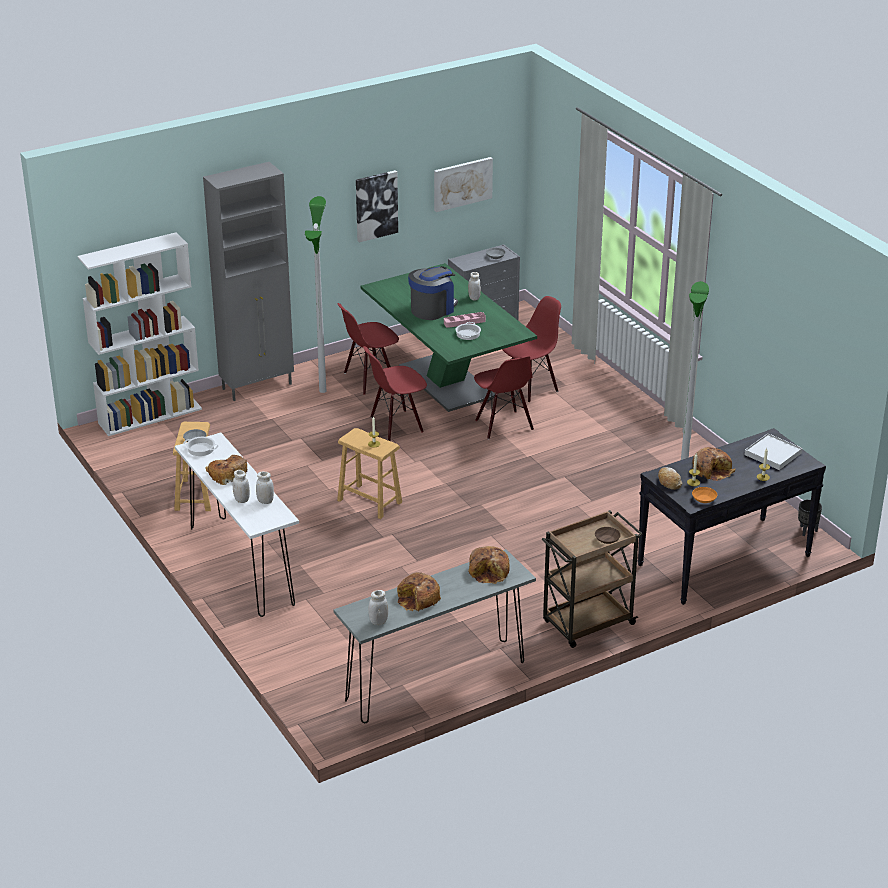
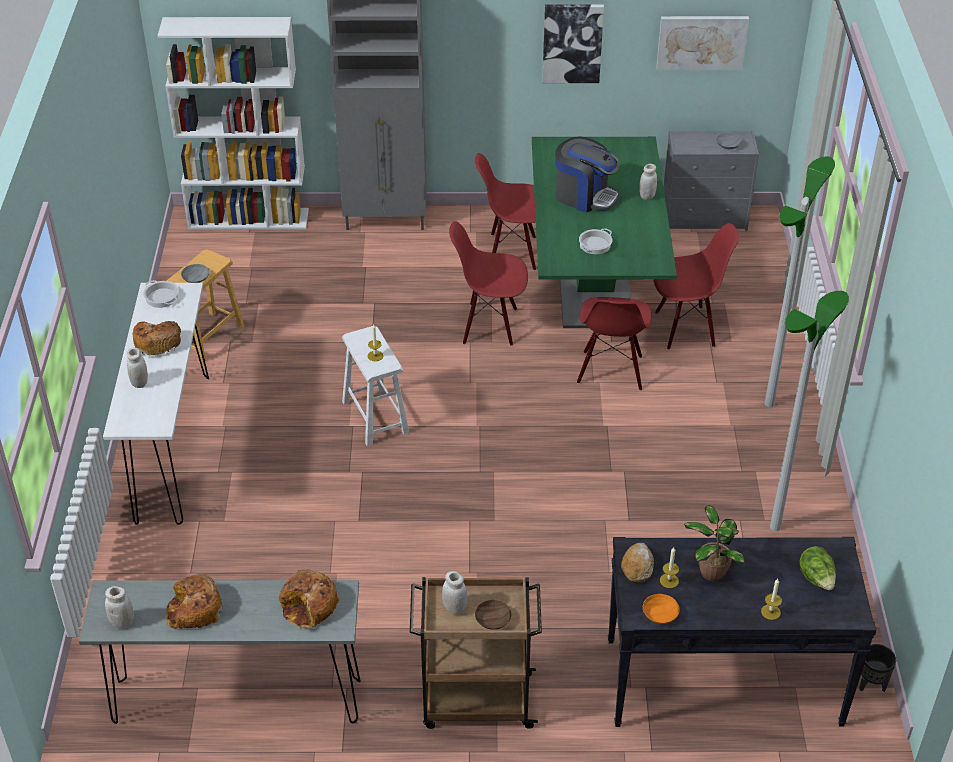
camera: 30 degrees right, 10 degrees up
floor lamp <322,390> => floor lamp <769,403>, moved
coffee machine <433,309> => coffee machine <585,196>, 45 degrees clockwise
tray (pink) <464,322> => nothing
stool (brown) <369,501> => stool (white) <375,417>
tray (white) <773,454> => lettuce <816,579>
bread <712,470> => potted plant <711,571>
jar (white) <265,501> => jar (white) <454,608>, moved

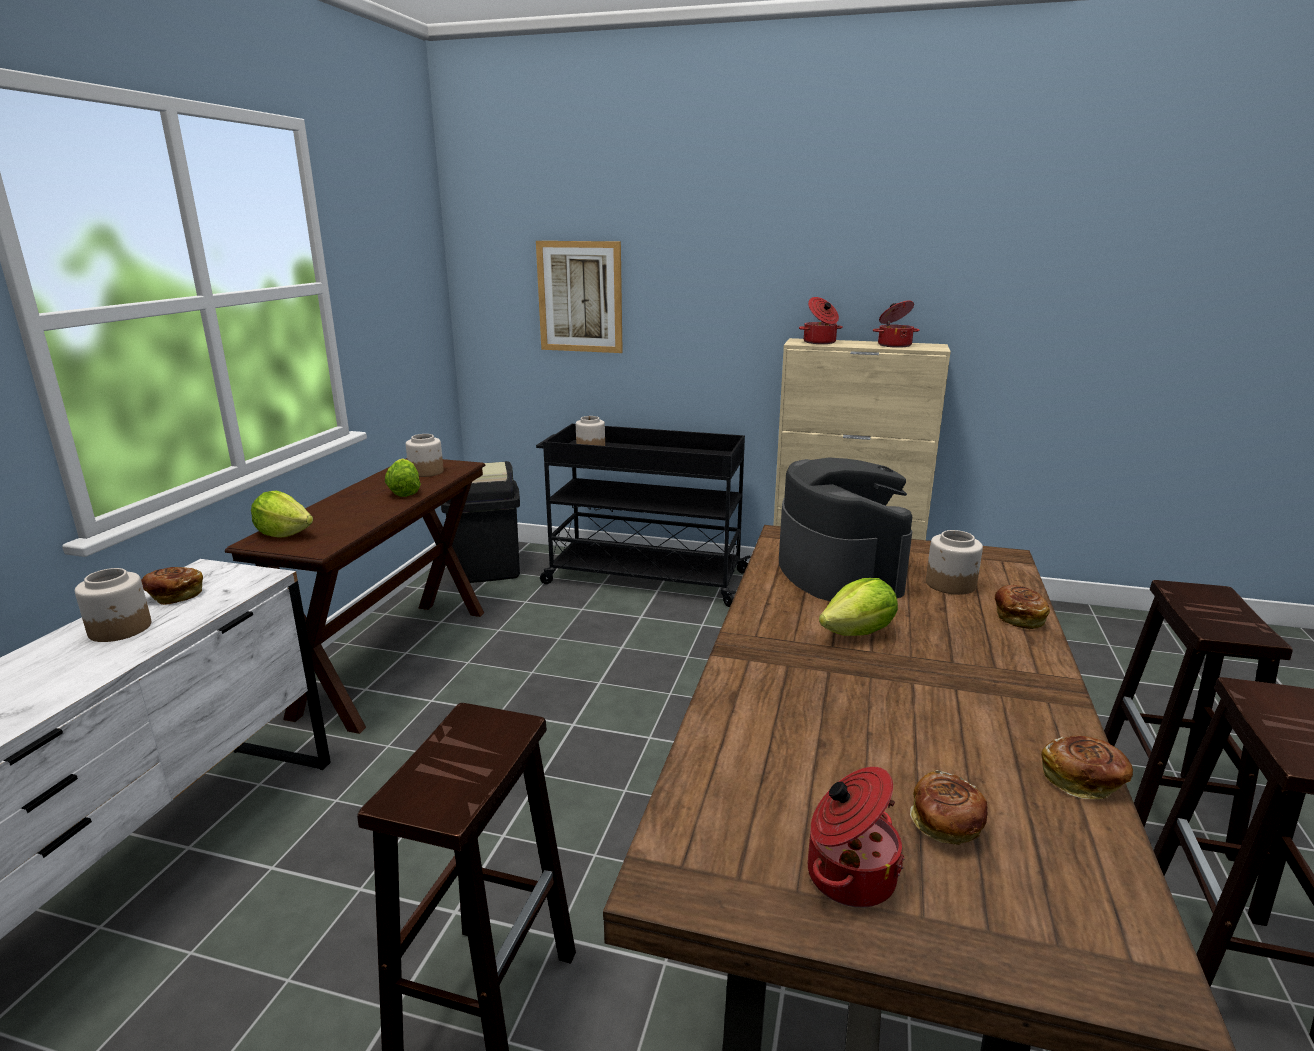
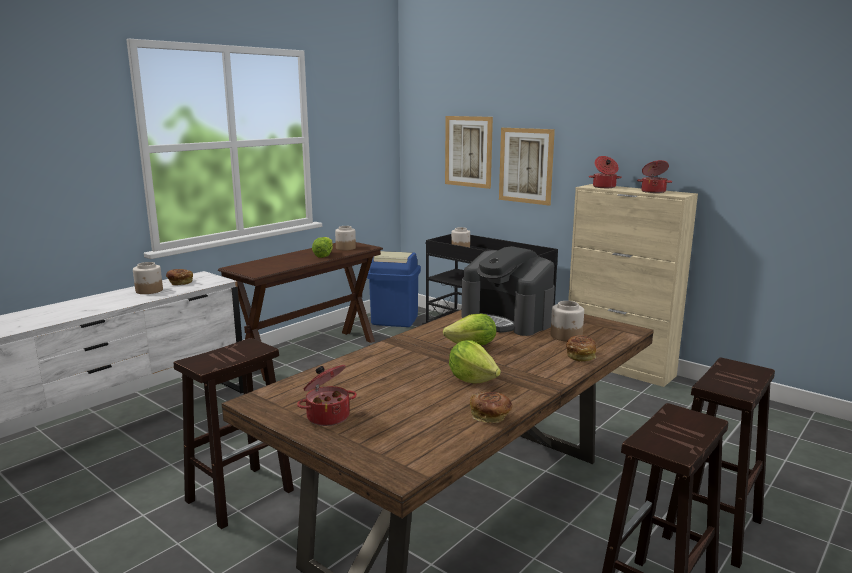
camera: 25 degrees right, 5 degrees down
coffee machine <838,570> => coffee machine <507,320>, 120 degrees clockwise
trash can (black) <486,570> => trash can (blue) <394,320>
lettuce <284,533> => lettuce <472,379>, moved
bread <945,825> => nothing
nothing => picture <526,165>

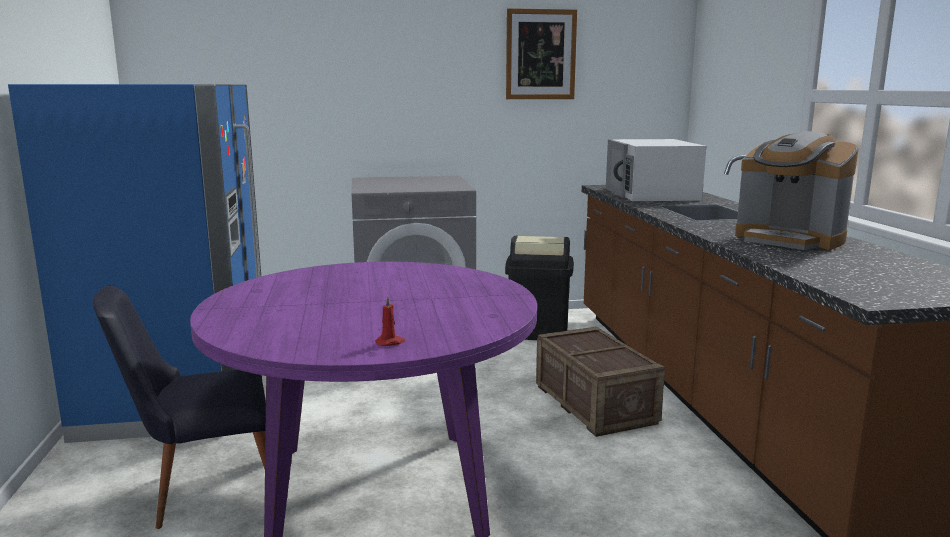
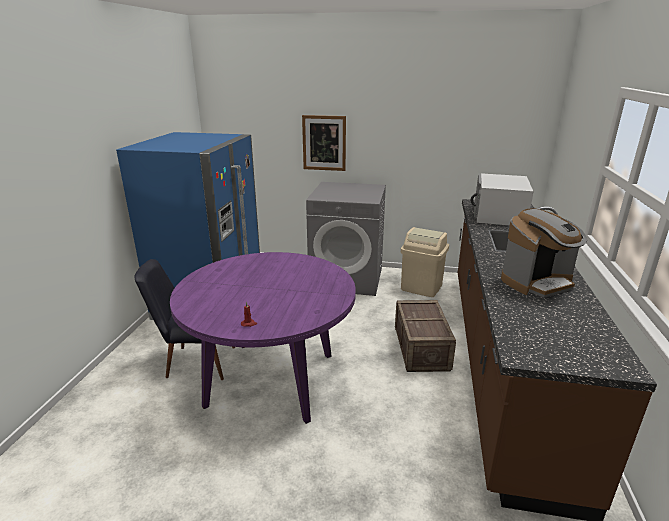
camera: 20 degrees right, 10 degrees up
picture <540,54> => picture <324,143>, moved
coffee machine <789,240> => coffee machine <537,282>, 90 degrees counterclockwise
trash can (black) <538,331> => trash can (beige) <421,287>

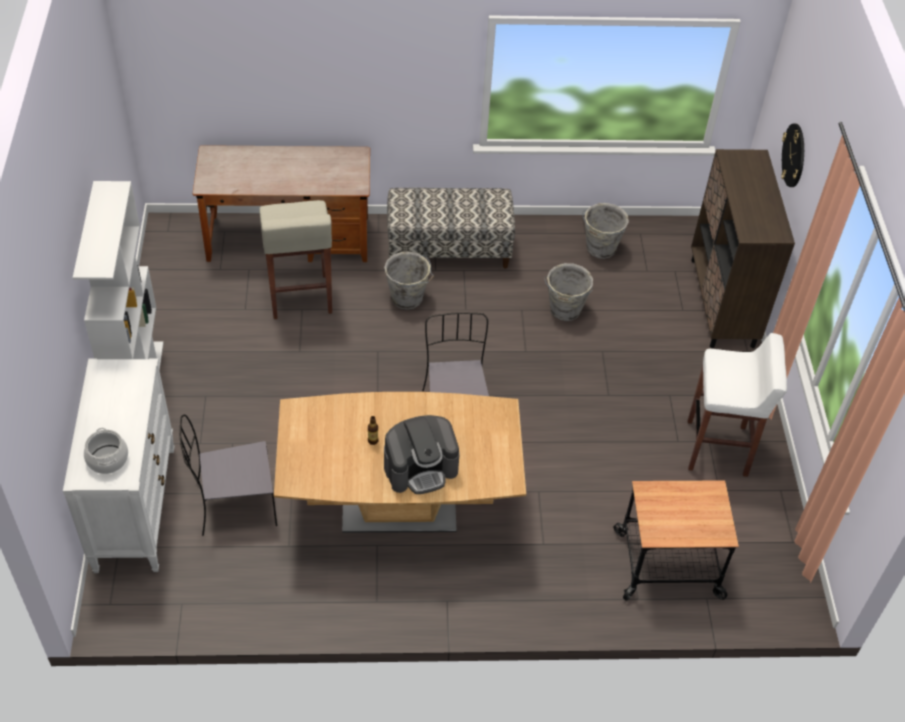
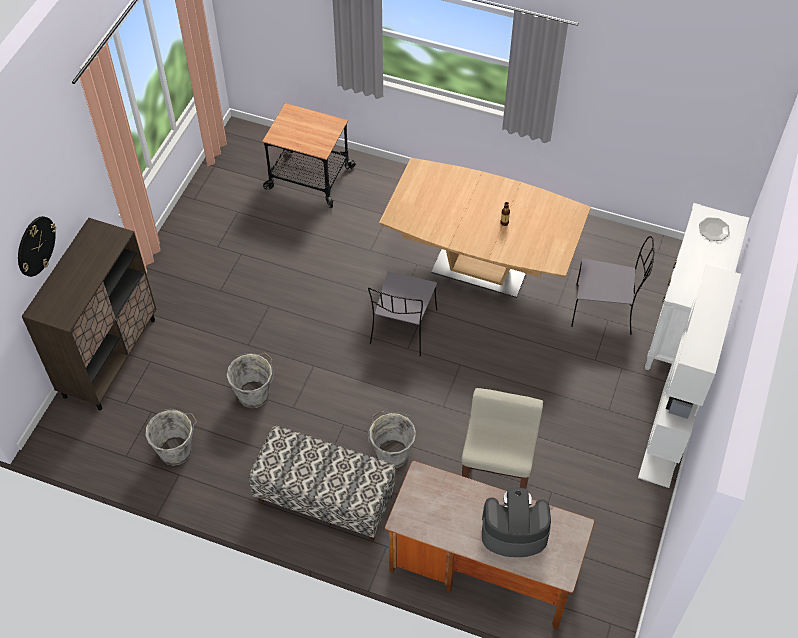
camera: 155 degrees left, 5 degrees up
stool (white) <718,448> => nothing
coffee machine <421,468> => coffee machine <513,532>, moved
cooking pot <108,459> => plate <713,230>

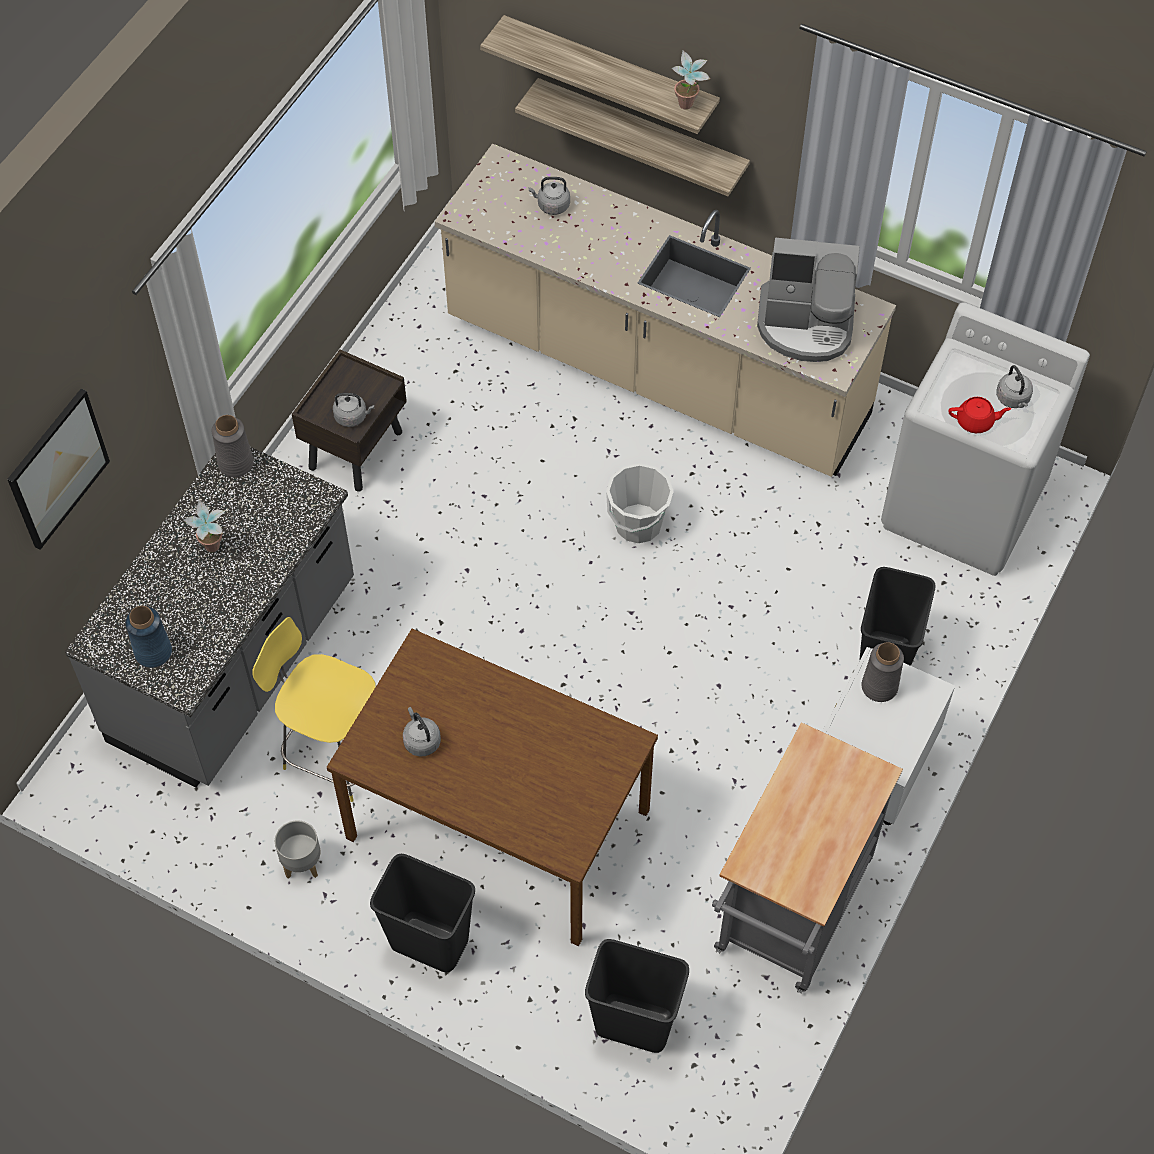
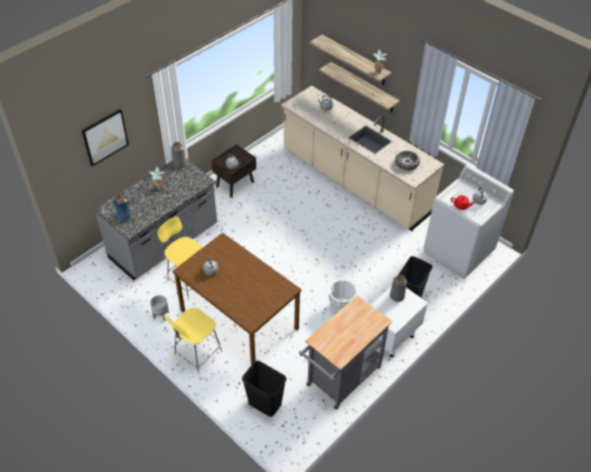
camera: 15 degrees right, 10 degrees down
coffee machine <806,325> => bowl <407,163>
bucket (white) <638,524> => bucket (white) <341,306>, moved
trash can (black) <428,943> => stool (yellow) <197,354>

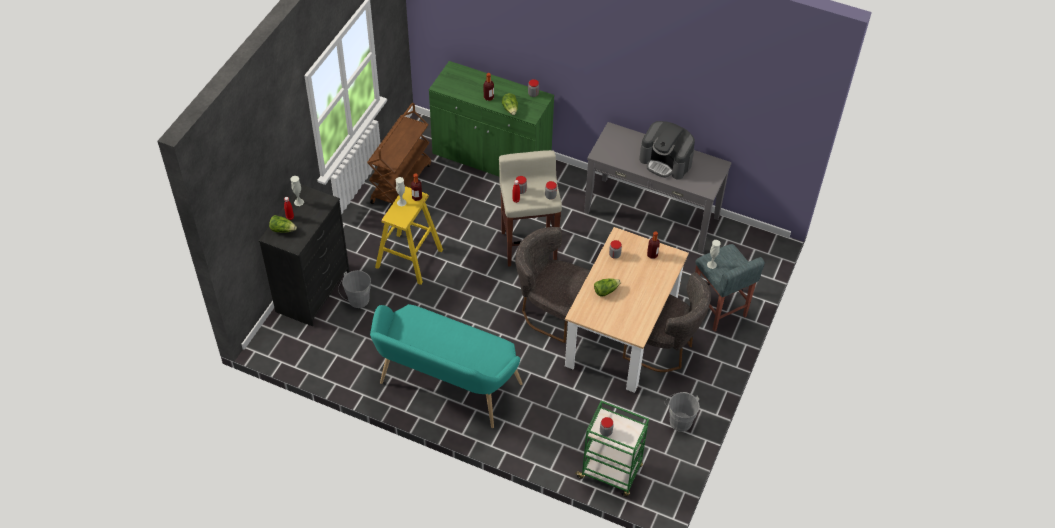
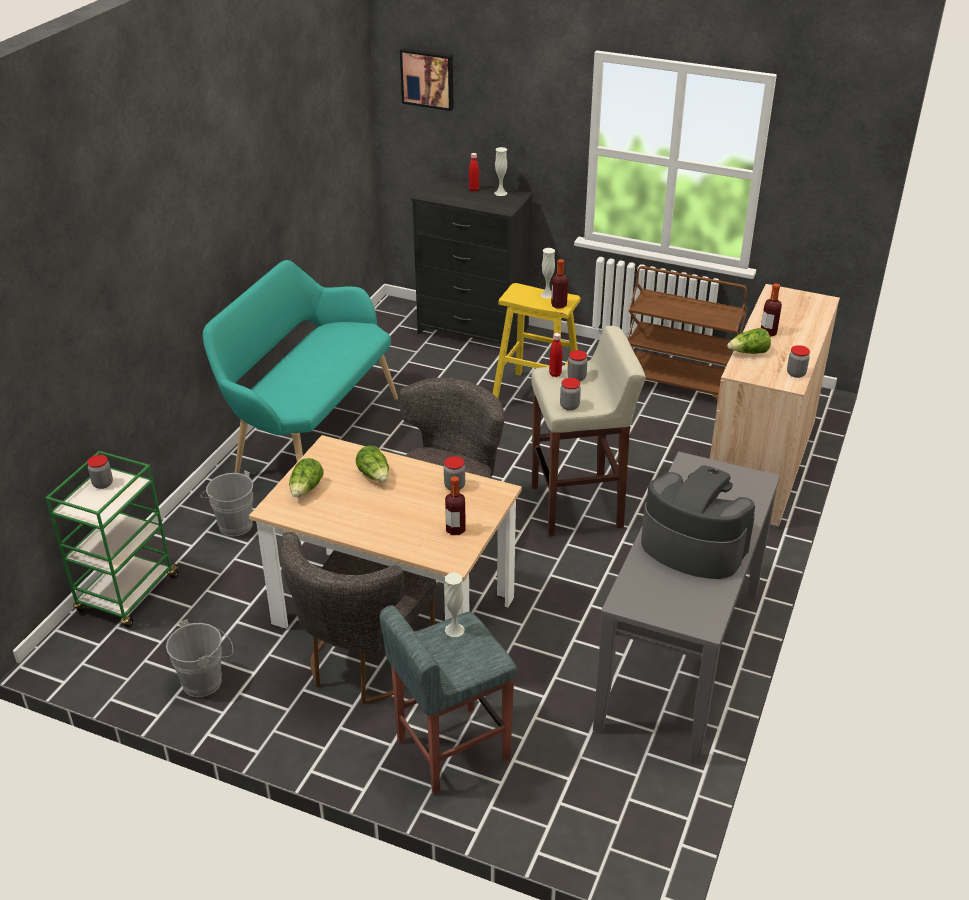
camera: 90 degrees right, 15 degrees down
cabinet (green) <491,158> => cabinet (beige) <760,465>
coffee machine <666,161> => coffee machine <693,546>, 90 degrees clockwise
lettuce <283,229> => lettuce <306,489>, moved
bucket (grey) <357,301> => bucket (grey) <233,524>, moved
nothing => picture <428,78>

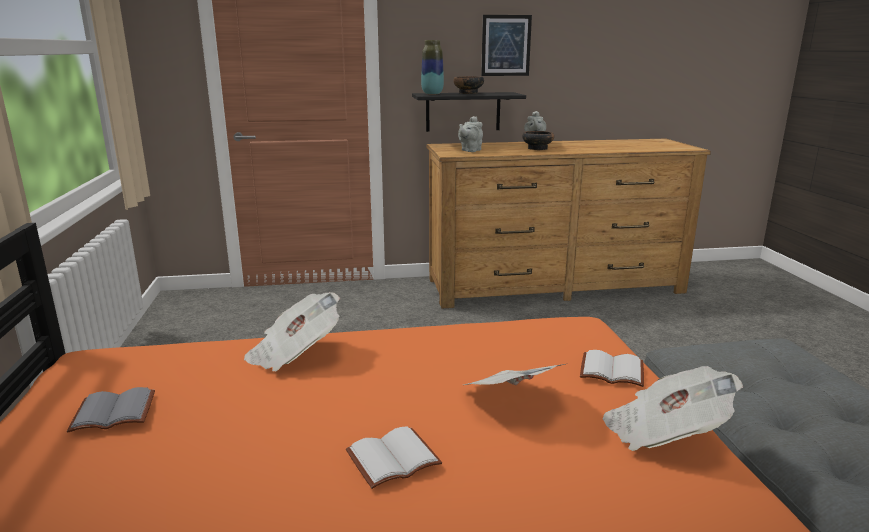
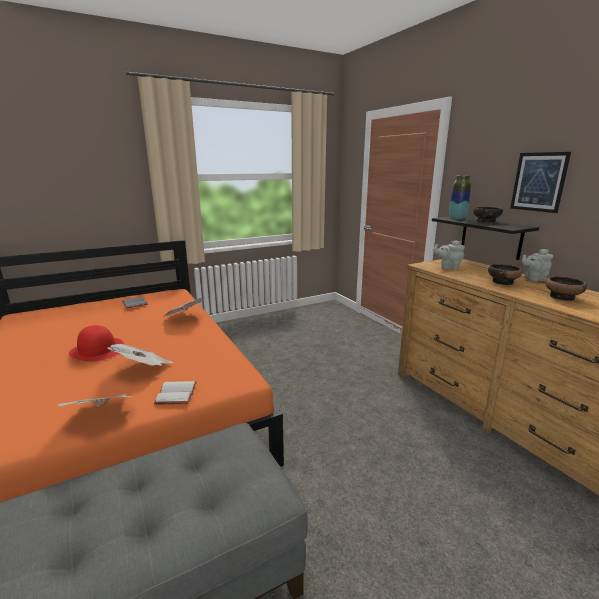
camera: 70 degrees right, 0 degrees up
book (white) <393,457> => hat (red) <97,350>
nothing => bowl <562,297>

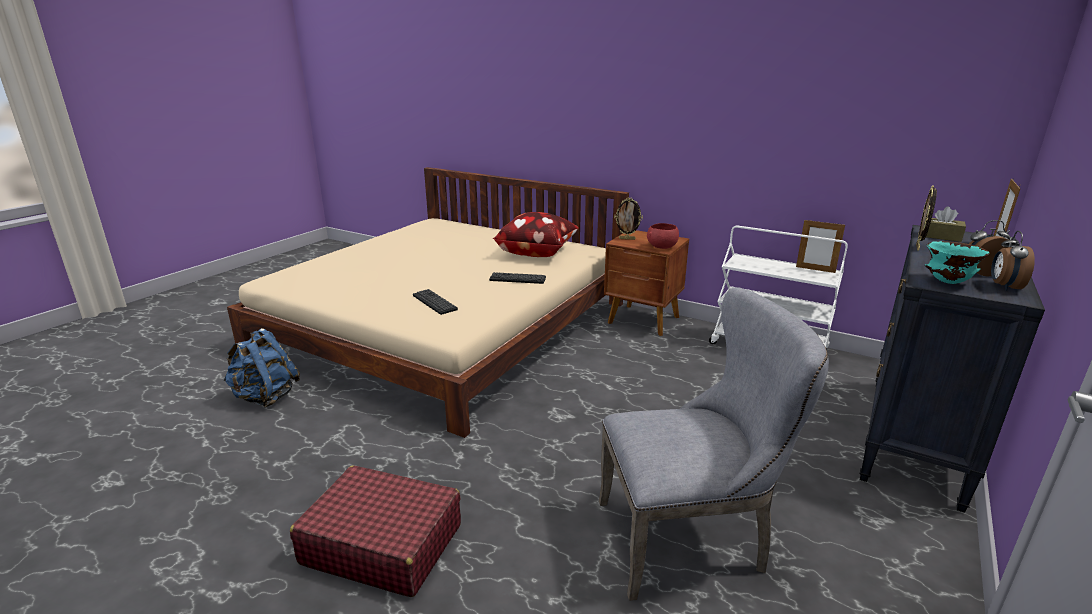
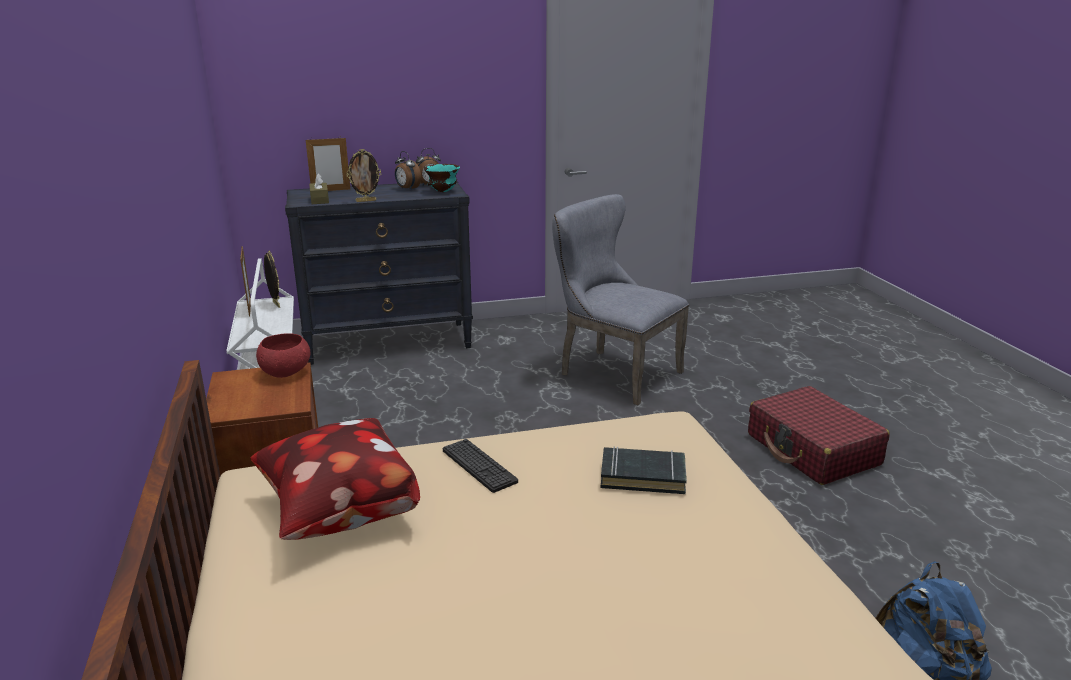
camera: 135 degrees left, 0 degrees up
picture frame <627,239> => picture frame <275,305>, moved
keyboard <434,302> => book (black) <642,476>

